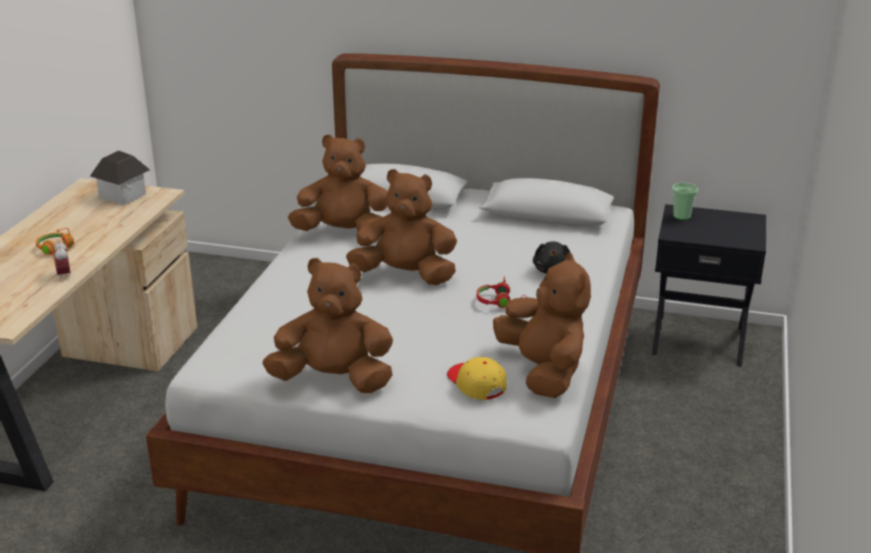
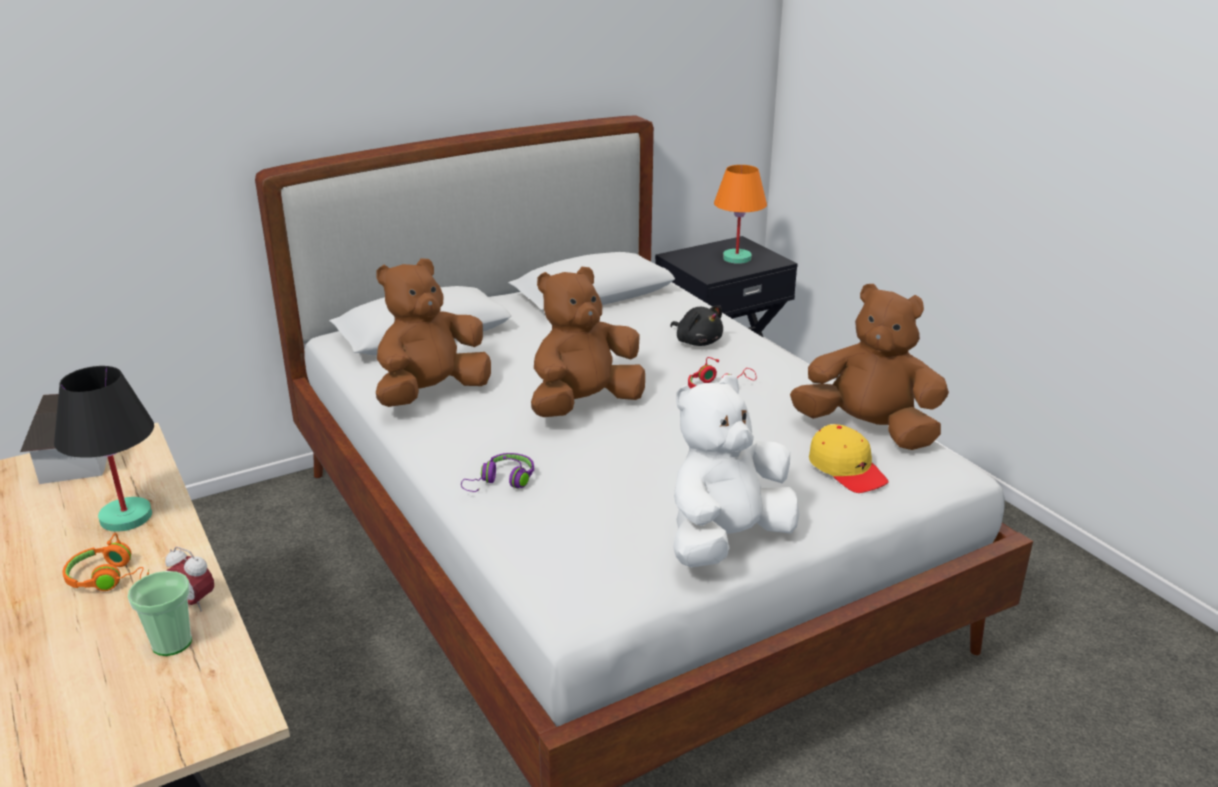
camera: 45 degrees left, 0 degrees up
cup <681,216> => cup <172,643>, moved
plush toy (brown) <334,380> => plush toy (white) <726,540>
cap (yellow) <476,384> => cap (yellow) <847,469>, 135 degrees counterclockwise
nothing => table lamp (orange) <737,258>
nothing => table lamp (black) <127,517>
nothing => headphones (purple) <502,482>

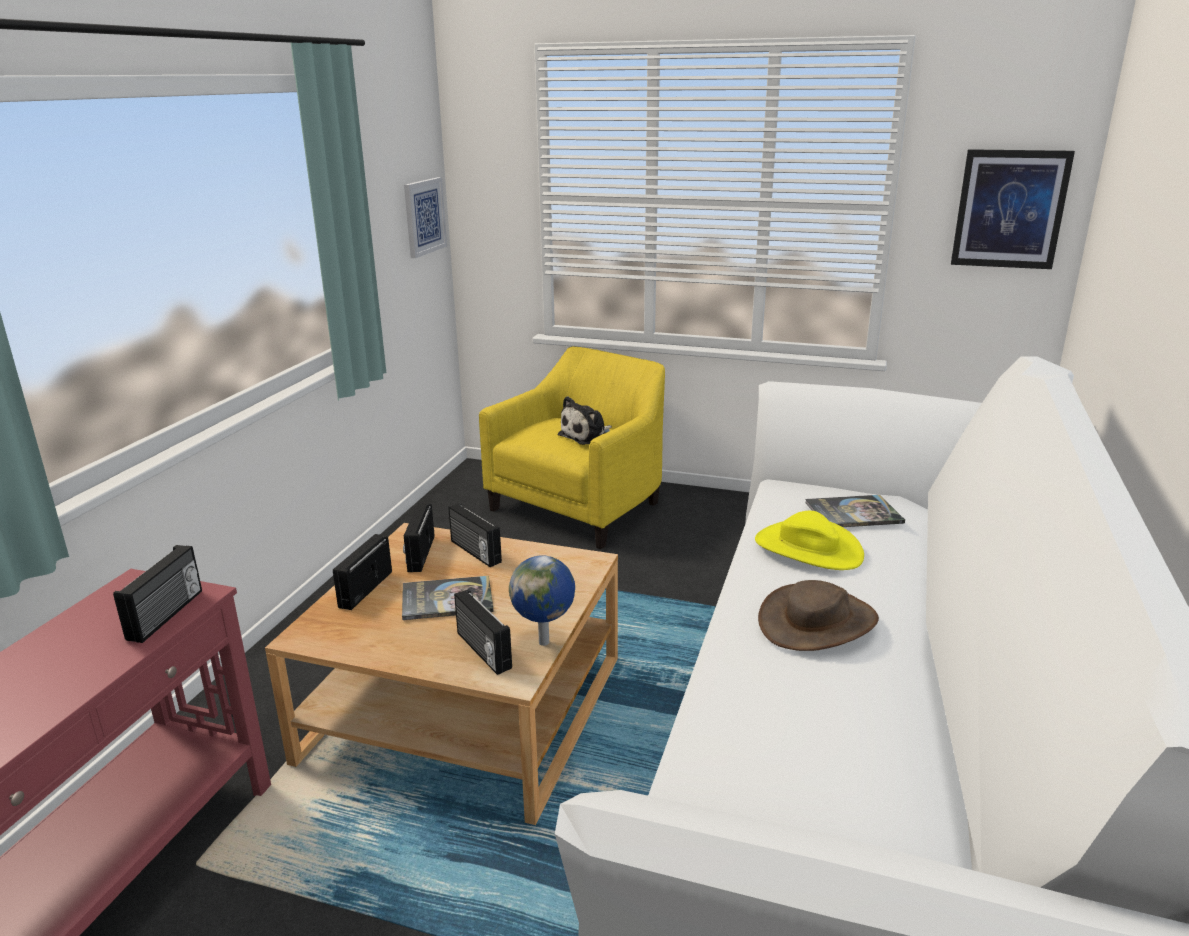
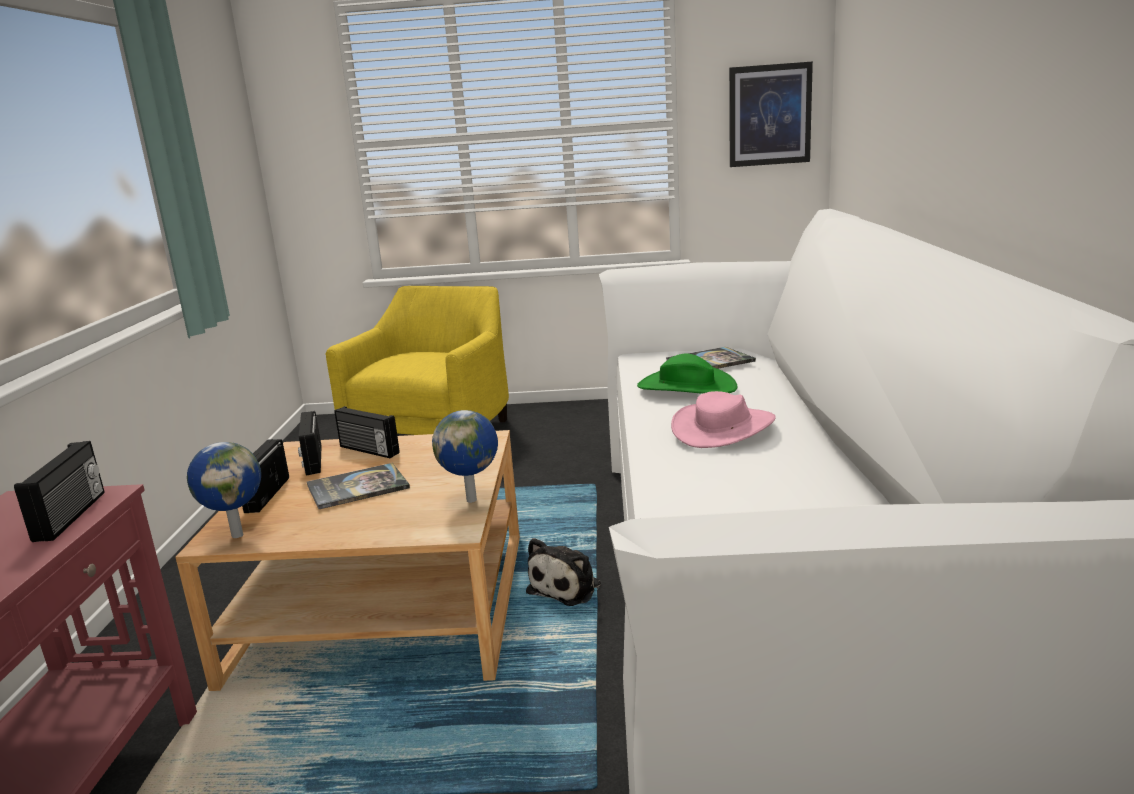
camera: 15 degrees left, 5 degrees down
picture <424,216> => nothing
plush toy <587,436> => plush toy <567,586>, moved
hat (yellow) <807,548> => hat (green) <686,387>
hat (brown) <818,622> => hat (pink) <723,428>
radio <482,651> => nothing
nothing => globe <237,534>

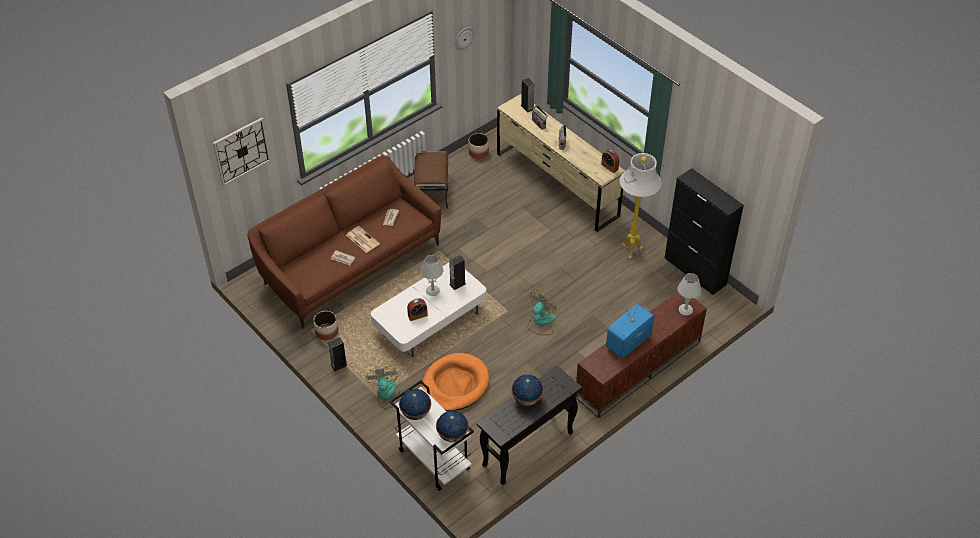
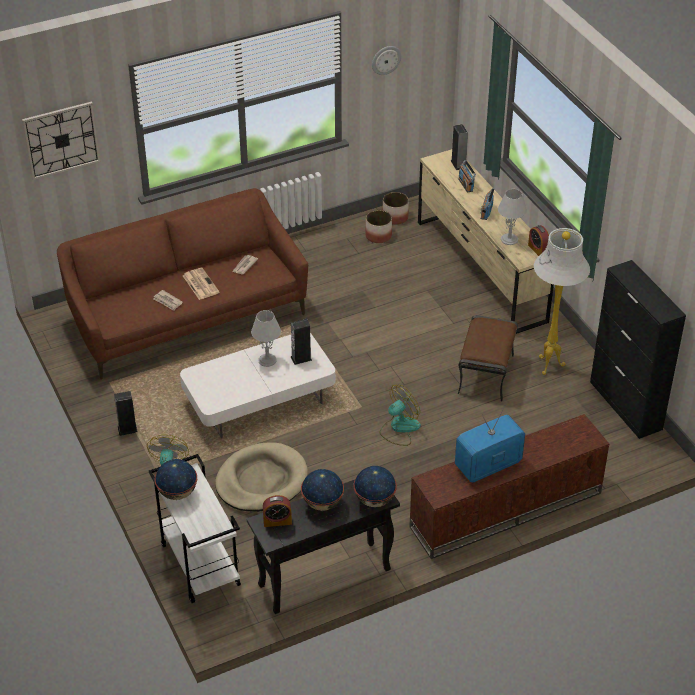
camera: 15 degrees right, 5 degrees down
ottoman (brown) <432,191> => ottoman (brown) <486,374>, moved
table lamp (grey) <685,309> => table lamp (grey) <509,239>, moved
alarm clock <417,315> => alarm clock <277,521>, moved
planter <327,332> => planter <378,236>, moved
dog bed (orange) <455,384> => dog bed (beige) <261,481>
globe <452,435> => globe <374,500>, moved

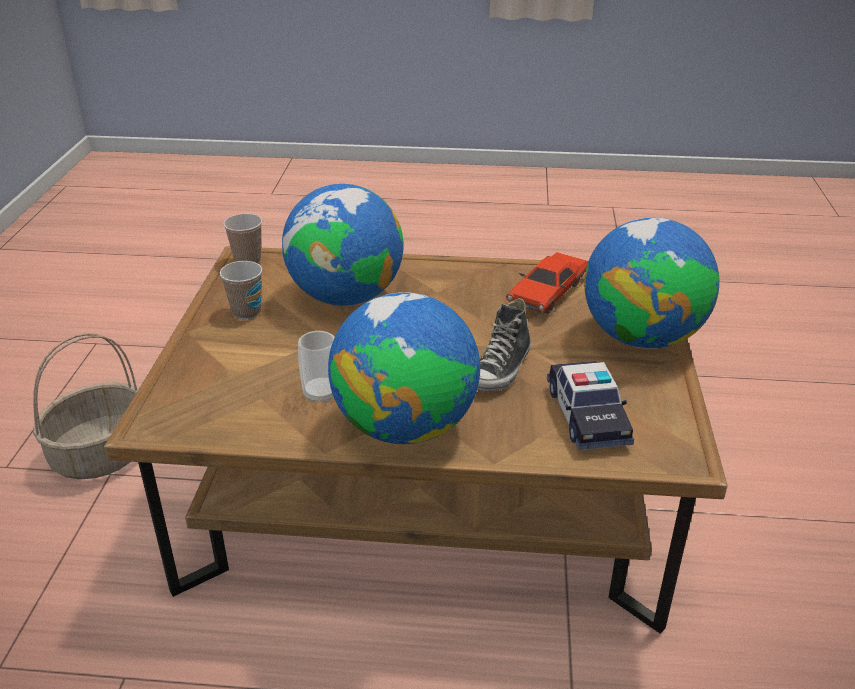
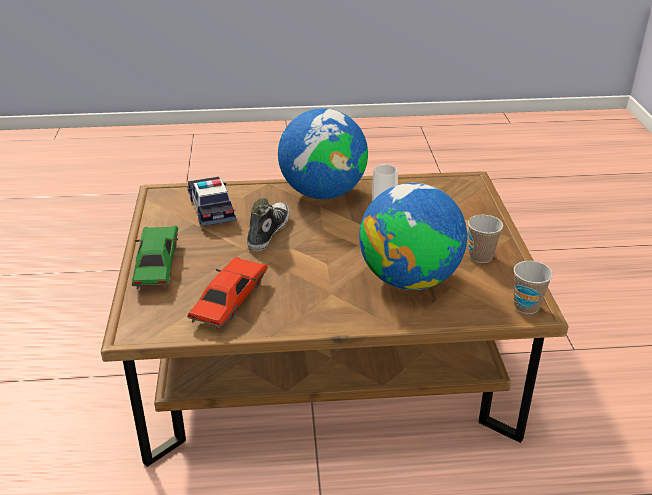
camera: 170 degrees right, 0 degrees up
globe <642,337> => toy car (green) <157,265>
basket <102,453> => nothing

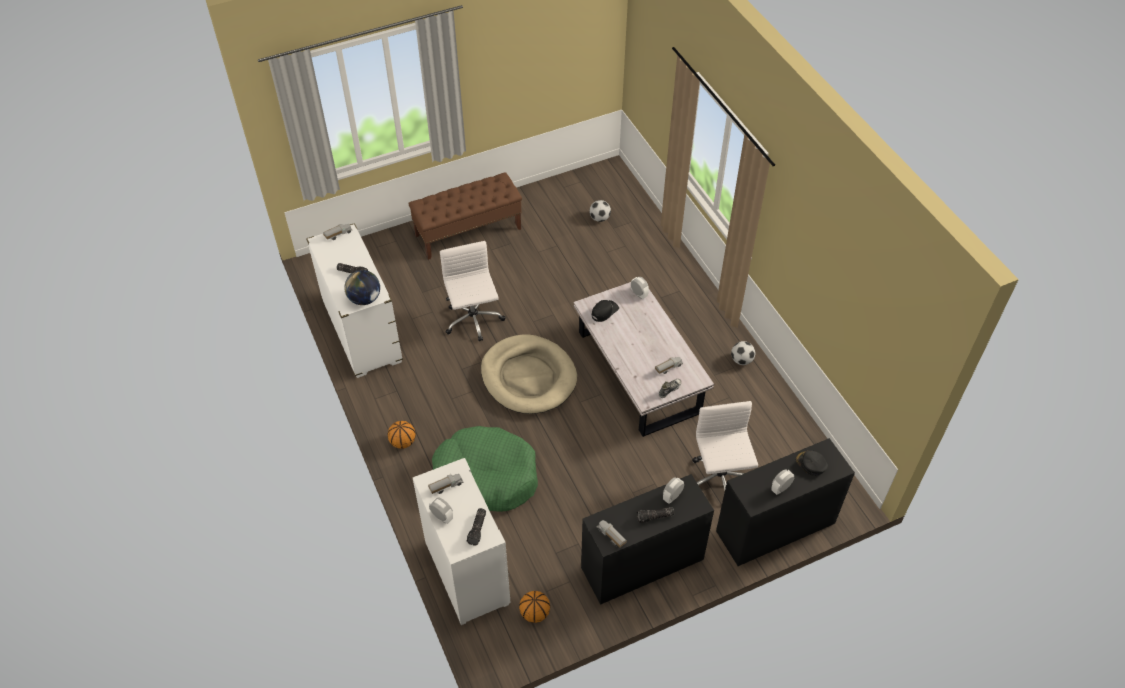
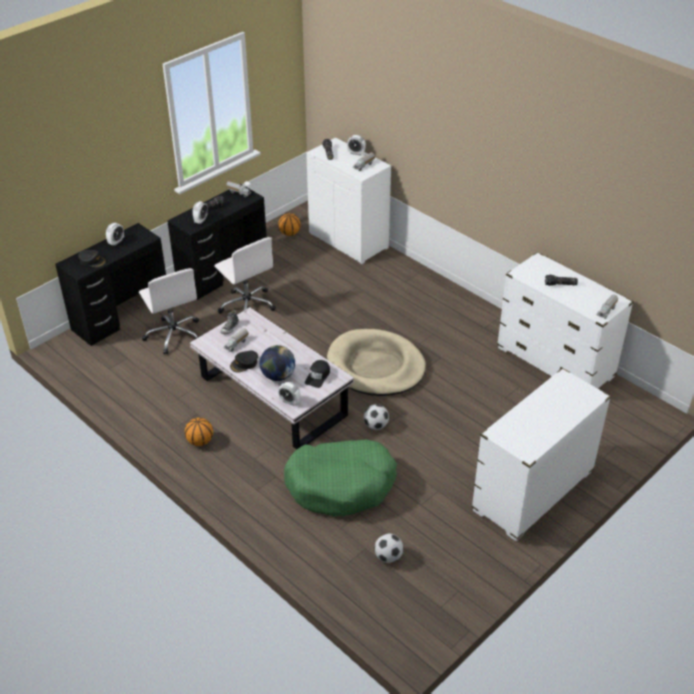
camera: 160 degrees right, 10 degrees down
bench (brown) <468,232> => dresser (white) <532,492>
office chair (white) <473,321> => office chair (white) <247,305>, moved
globe <365,299> => globe <278,376>, moved
football <741,360> => football <376,426>, moved
basketball <403,442> => basketball <200,441>, moved
dog bed (green) <486,477> => dog bed (green) <341,484>, moved
nothing => cap (black) <244,364>

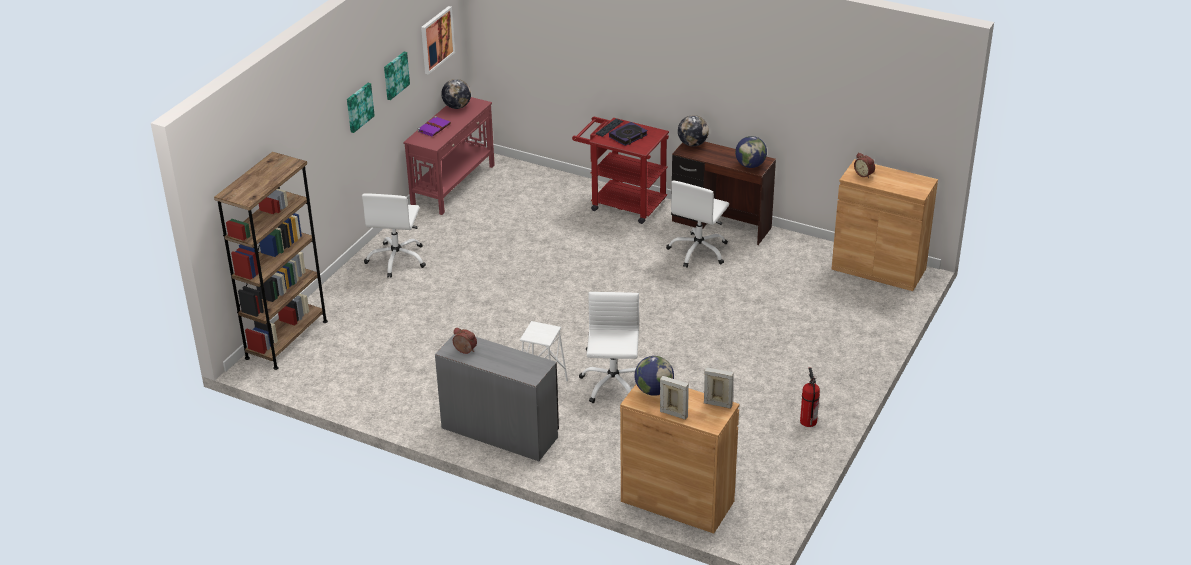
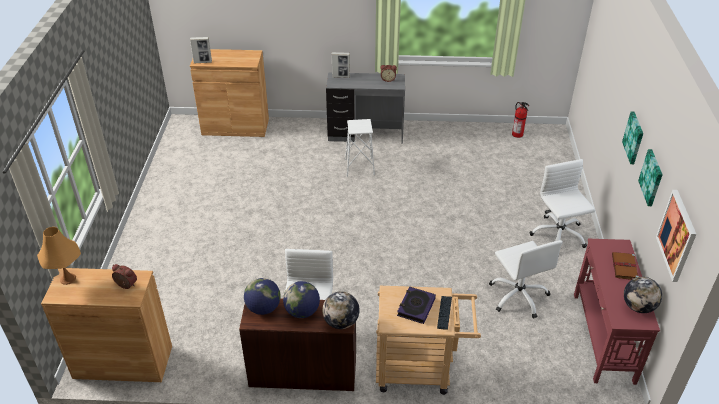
camera: 155 degrees right, 5 degrees up
book (purple) <434,127> => book (brown) <624,267>
cart (red) <622,203> => cart (beige) <420,370>
bookcase (brown) <286,339> => nothing
office chair (white) <613,384> => office chair (white) <518,296>, moved
globe <654,391> => globe <302,311>, moved
fire extinguisher <808,421> => fire extinguisher <518,134>, moved
picture frame <673,414> => picture frame <341,76>, moved
nothing => table lamp (orange) <68,279>

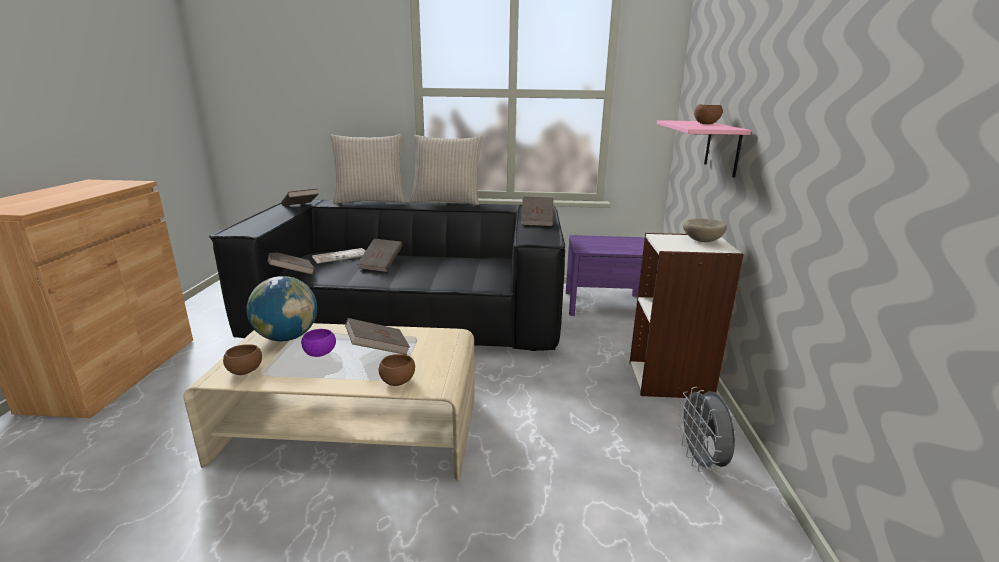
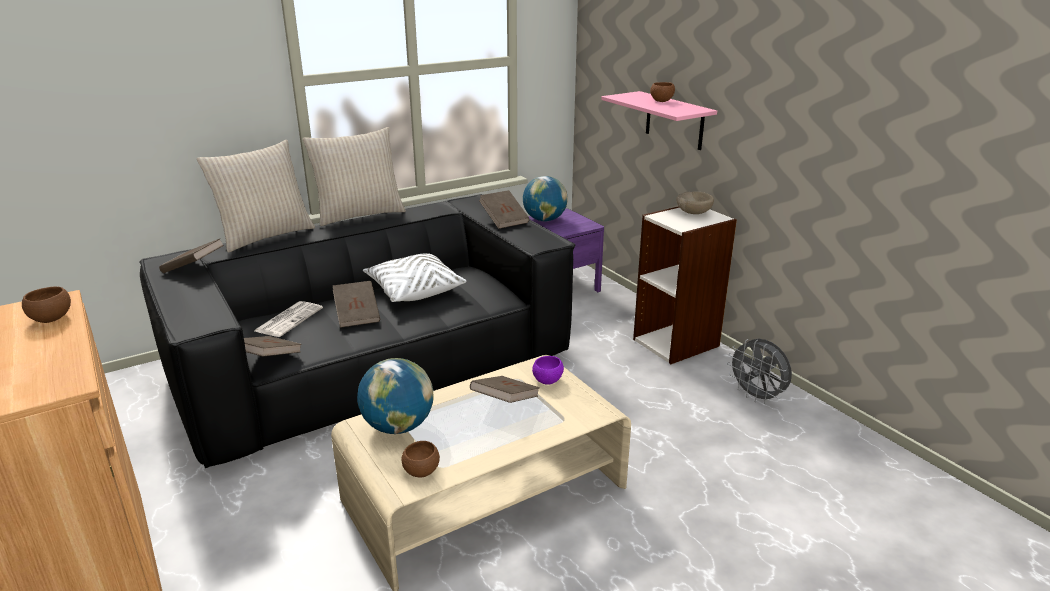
camera: 35 degrees left, 5 degrees up
bowl (purple) <320,354> => bowl (purple) <547,380>, moved
bowl (brown) <398,382> => bowl (brown) <52,319>, moved
nothing => globe <544,220>
nothing => pillow (white) <414,290>

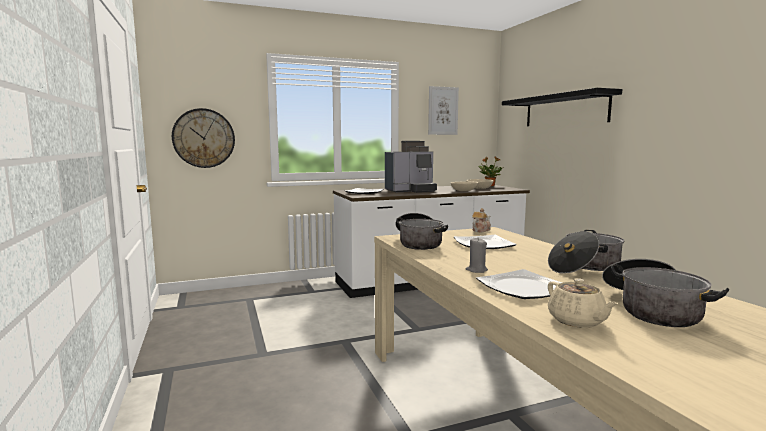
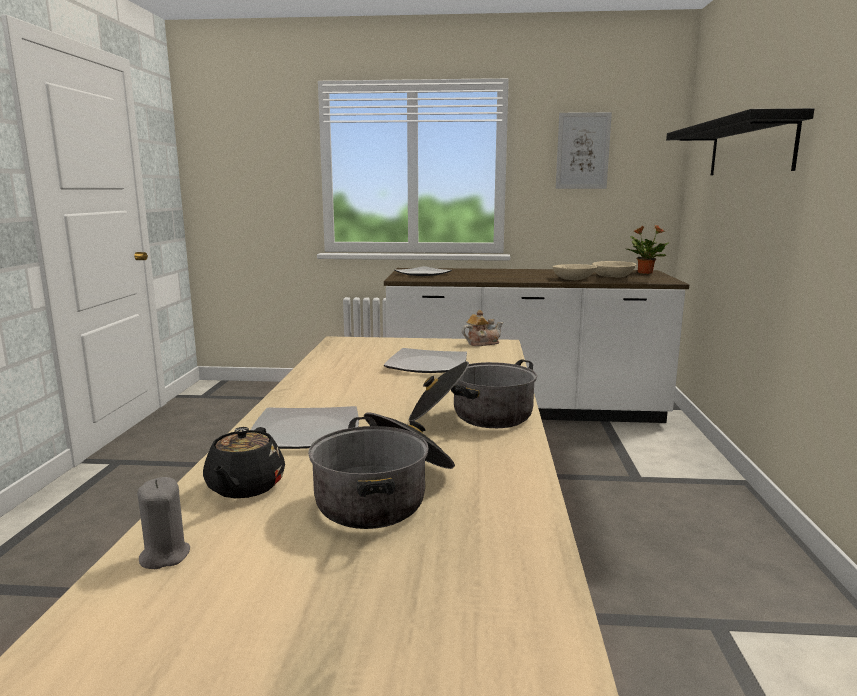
camera: 25 degrees right, 5 degrees up
wall clock <204,138> => nothing
coffee machine <411,190> => nothing
cooking pot <419,243> => nothing
candle (grey) <476,270> => candle (grey) <164,555>, moved
teapot (beige) <577,321> => teapot (black) <245,487>

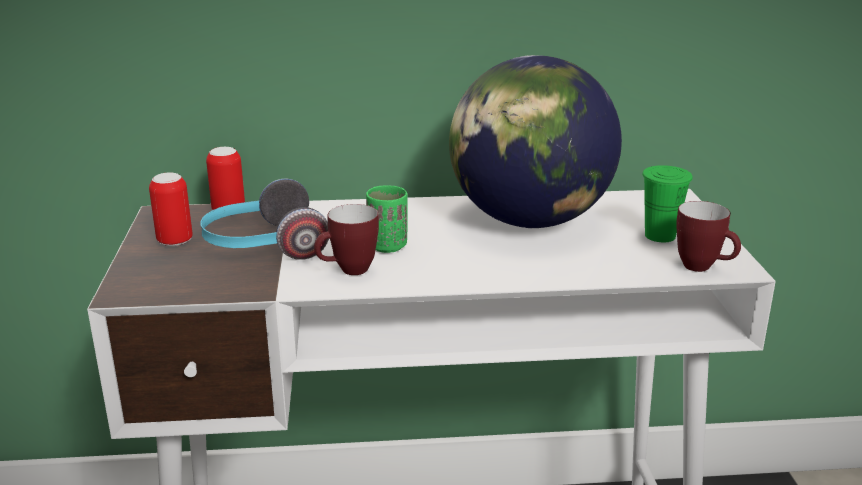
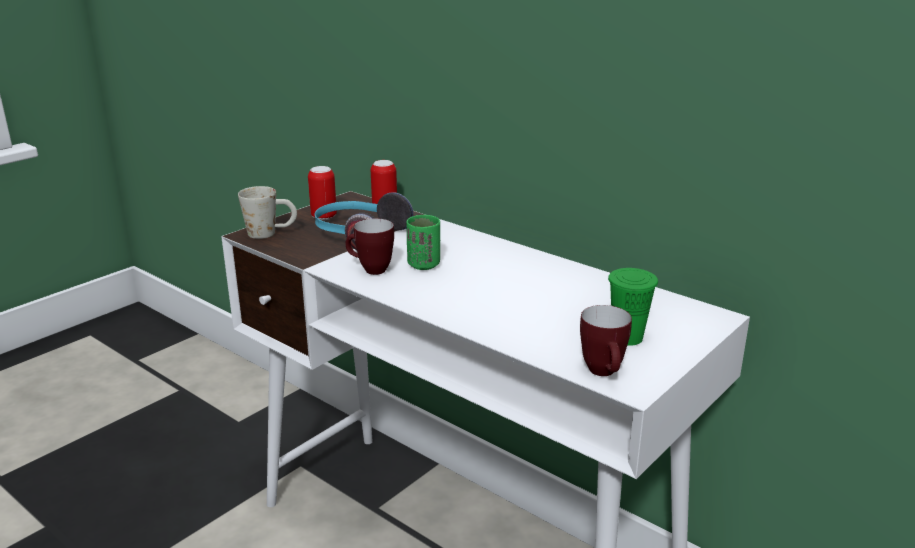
camera: 45 degrees right, 0 degrees up
globe <530,221> => nothing
nothing => mug (white) <271,233>

